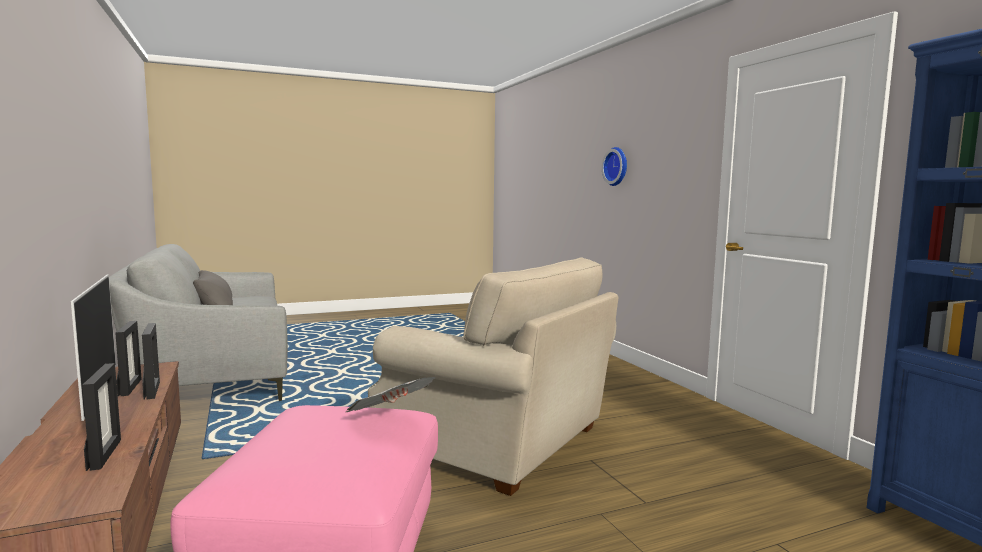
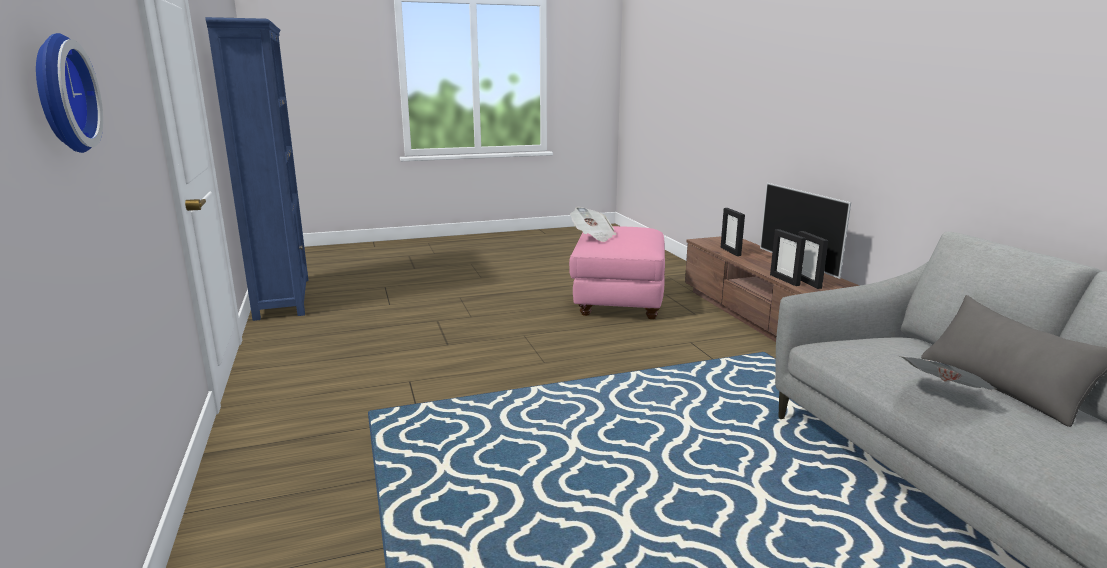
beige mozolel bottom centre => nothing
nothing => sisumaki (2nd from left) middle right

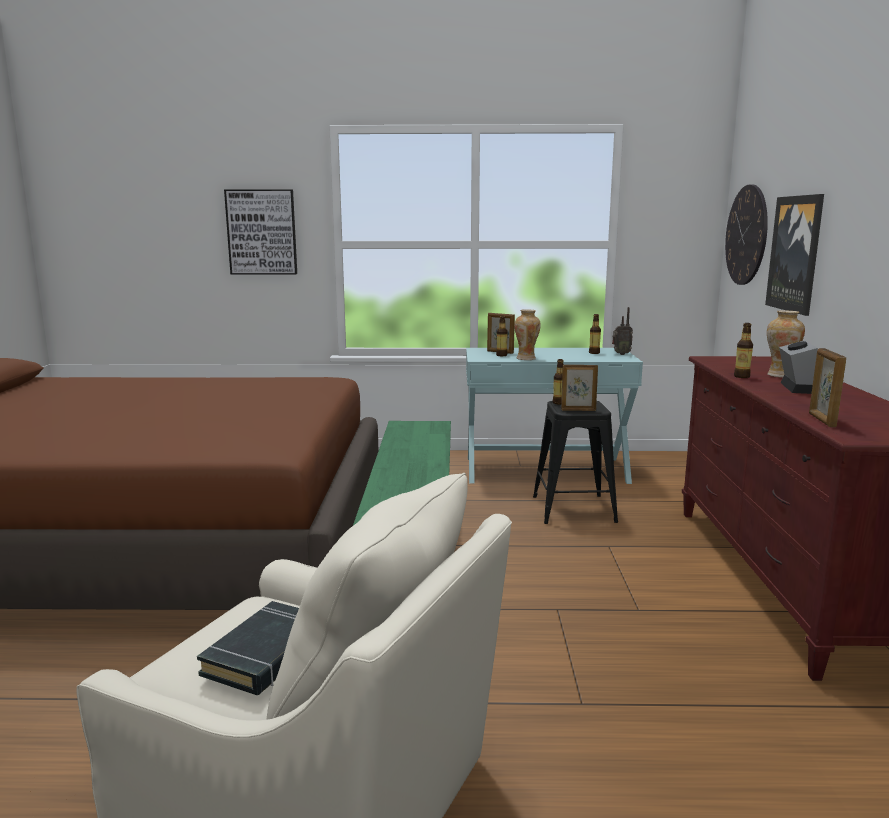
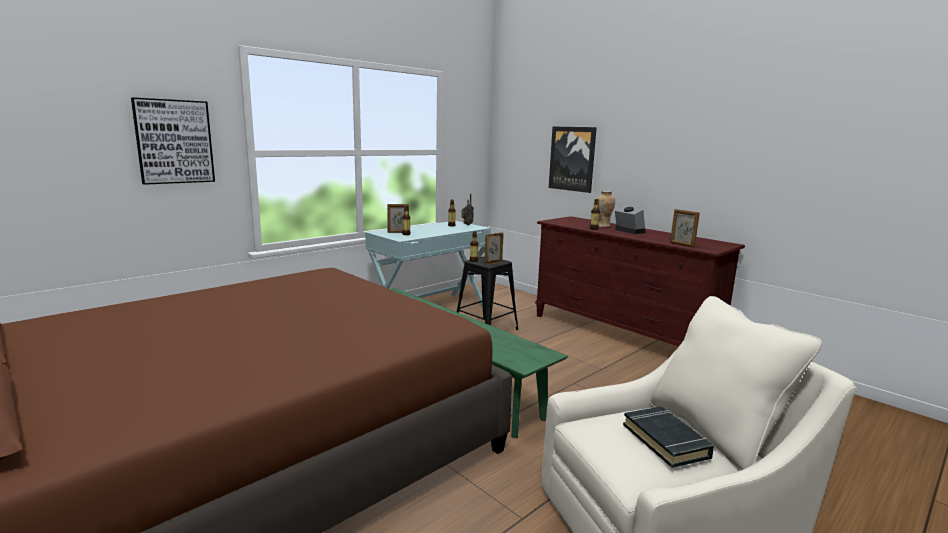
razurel top right => nothing
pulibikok (1st from left) centre => nothing

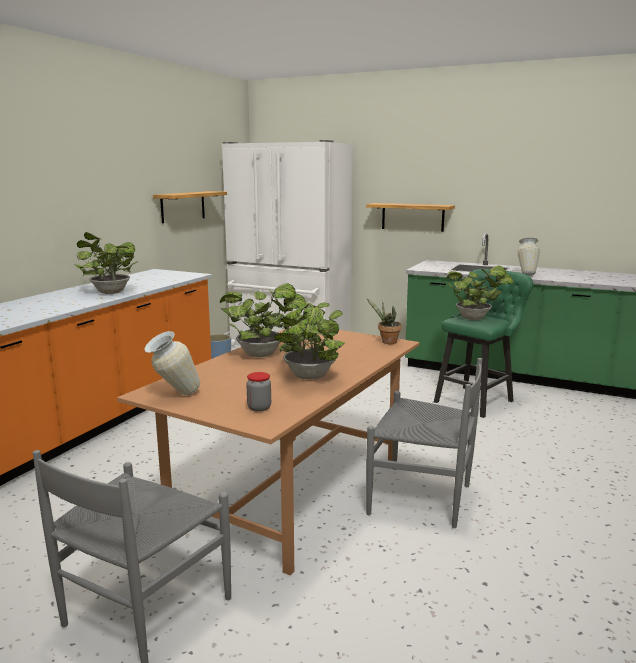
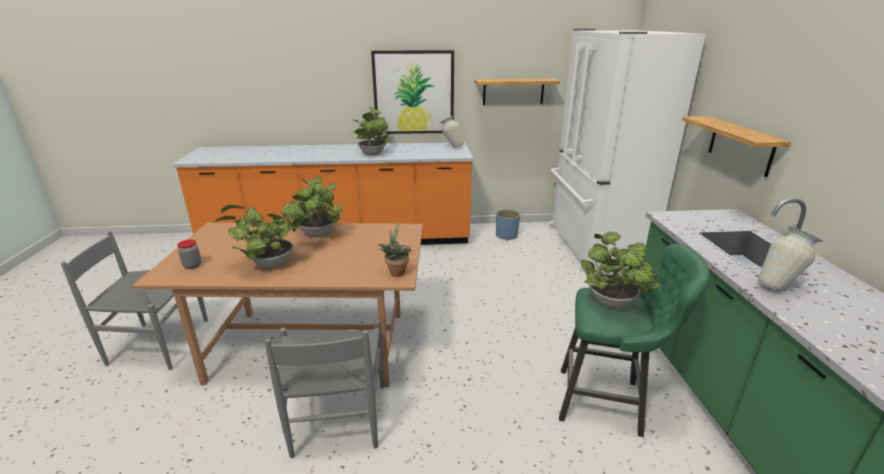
pulibikok (1st from left) middle left => pulibikok (1st from left) top centre, moved
nothing => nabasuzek top centre

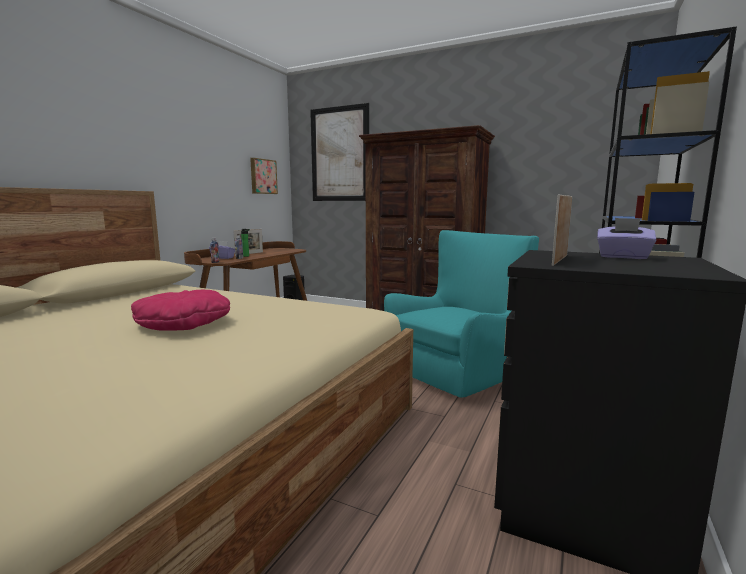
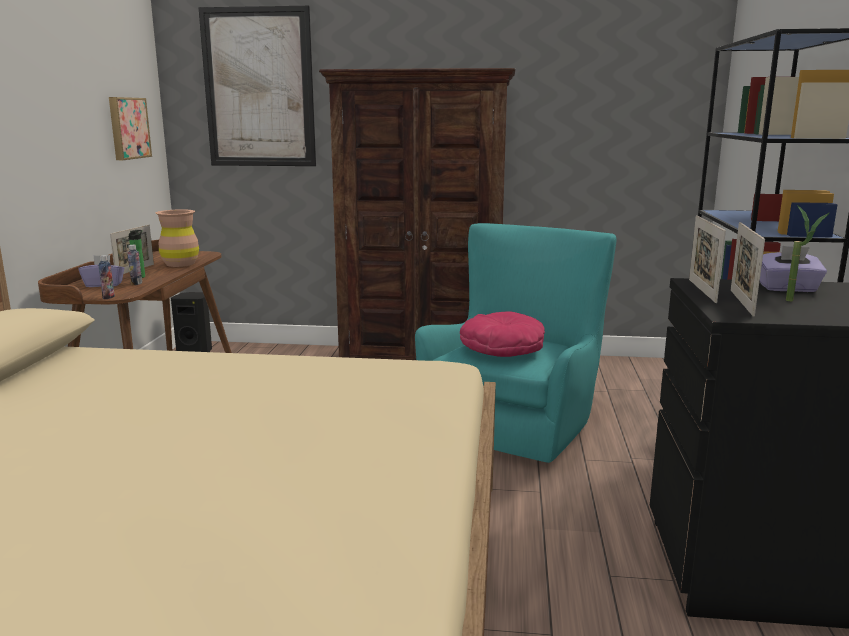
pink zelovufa middle left => pink zelovufa centre, moved
nothing => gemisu middle right
nothing => brown pulibikok middle left
nothing => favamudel (2nd from left) middle right

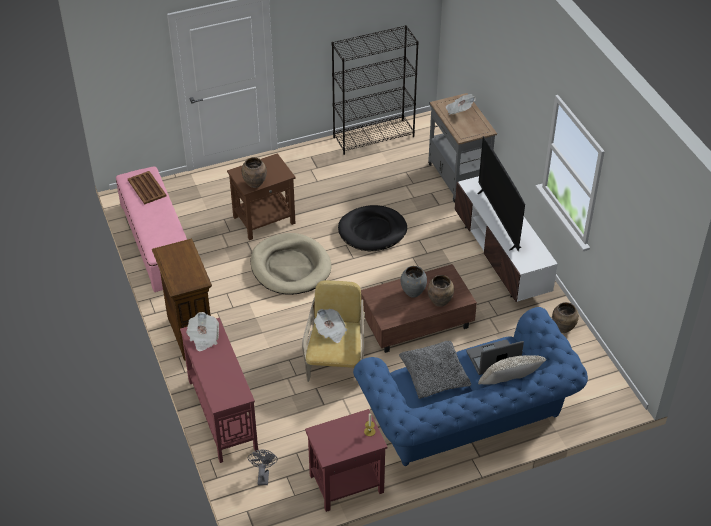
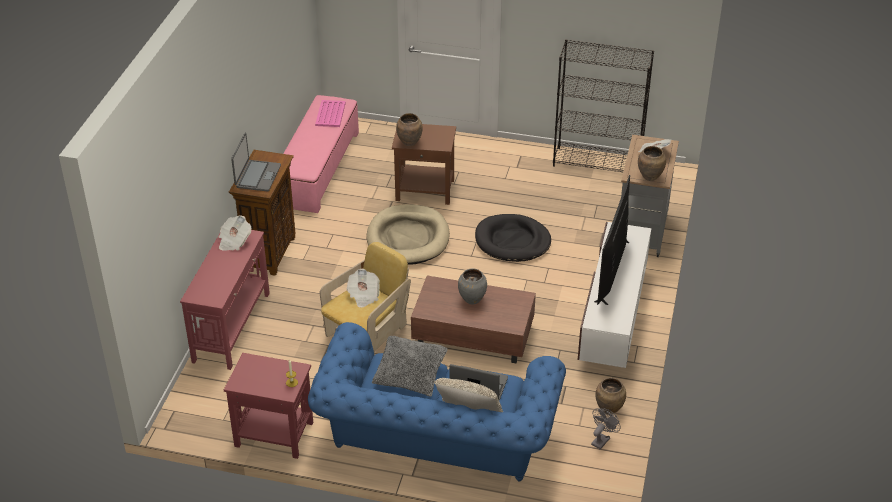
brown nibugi middle left => pink nibugi top centre
brown pulibikok (2nd from left in the first image) centre => brown pulibikok (3rd from left) top right, moved
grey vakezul bottom centre => grey vakezul bottom right, moved
nothing => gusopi (1st from left) top left

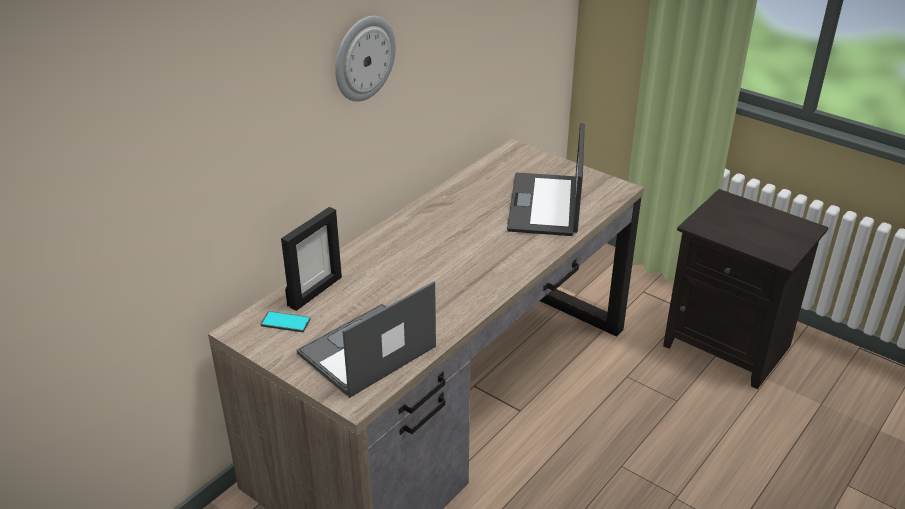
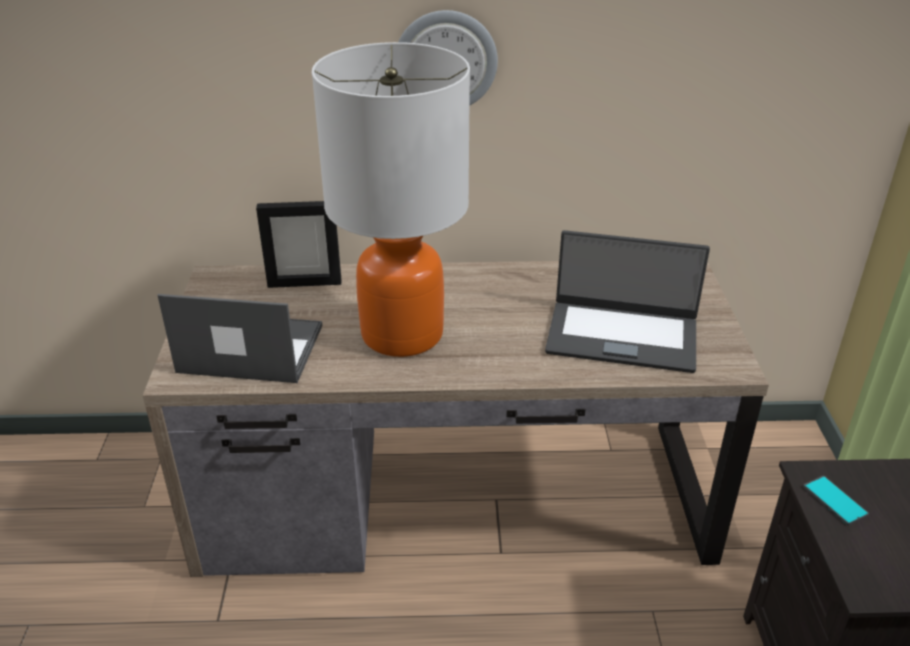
gusopi (2nd from left) centre => gusopi (2nd from left) middle right, 135 degrees counterclockwise
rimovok middle left => rimovok bottom right, moved
nothing => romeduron top centre

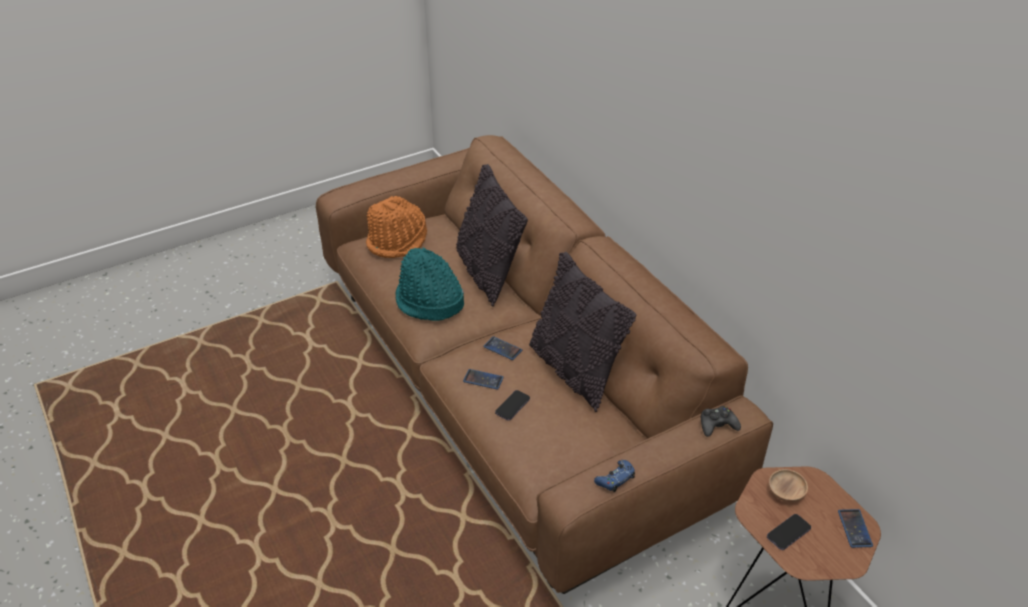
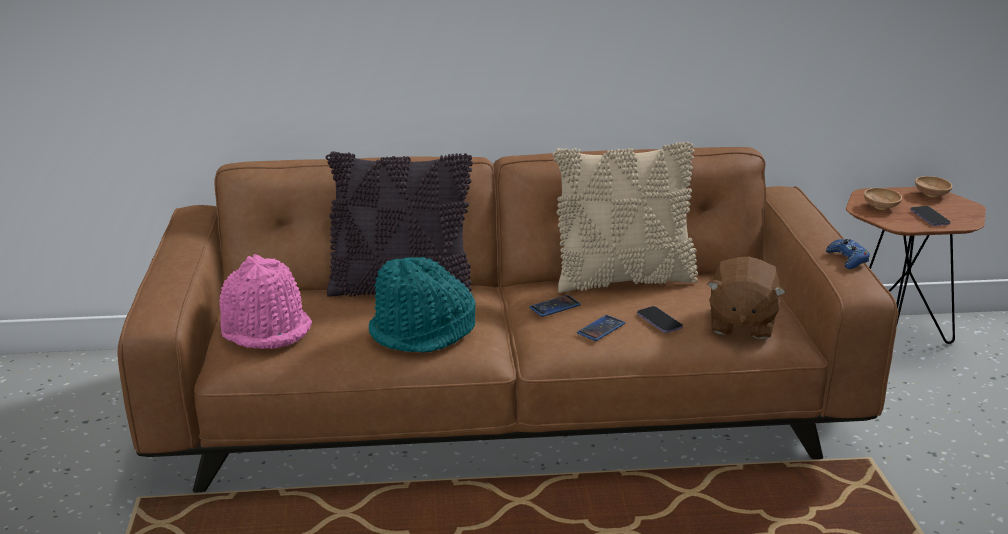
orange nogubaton centre => pink nogubaton middle left
black zelovufa (2nd from left) centre => beige zelovufa centre
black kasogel bottom right => nothing
rimovok (5th from left) bottom right => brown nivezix (2nd from left) middle right
nothing => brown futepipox middle right

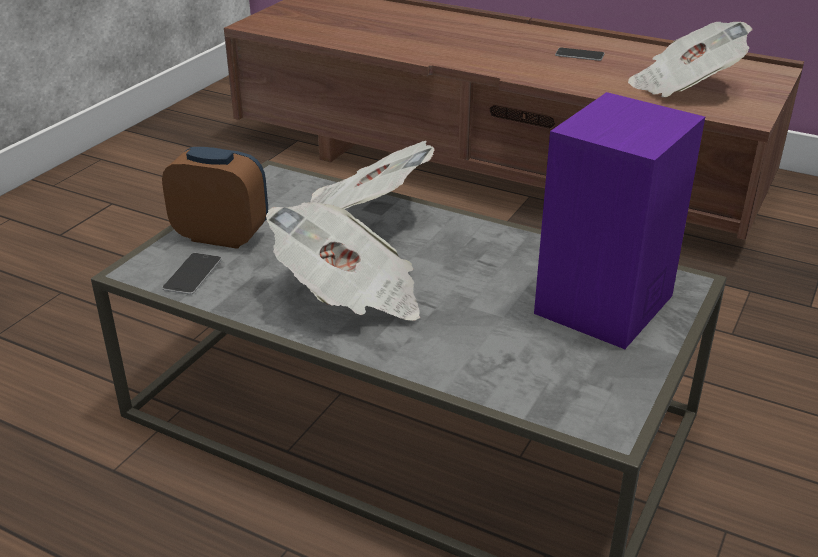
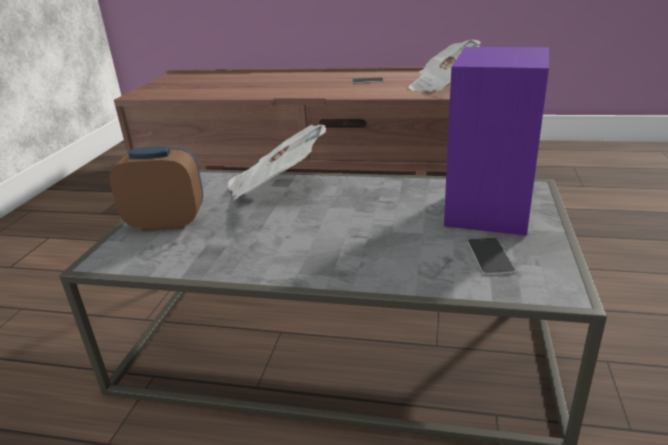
sisumaki (1st from left) centre => nothing
rimovok (1st from left in the first image) middle left => rimovok (2nd from left) middle right, moved

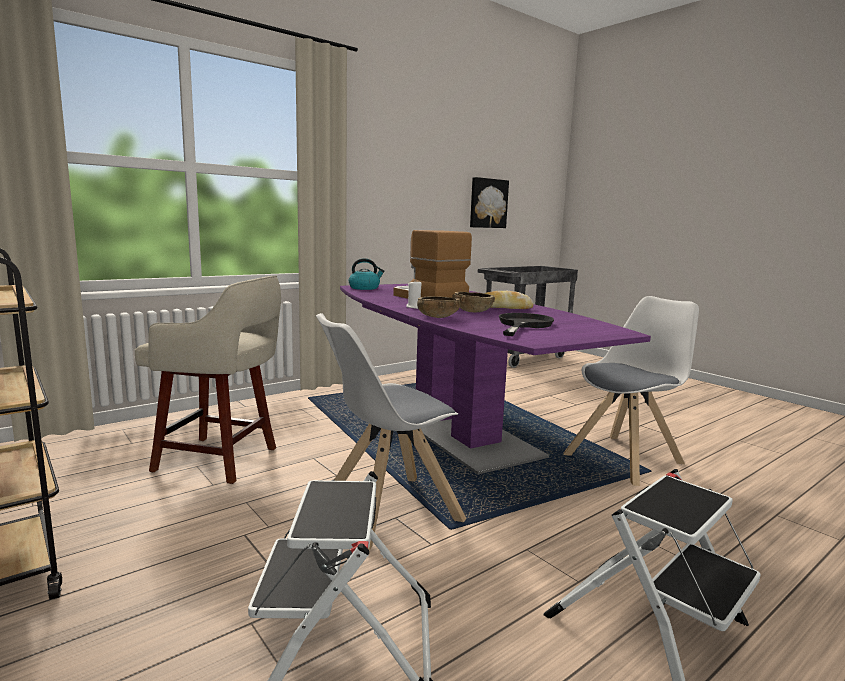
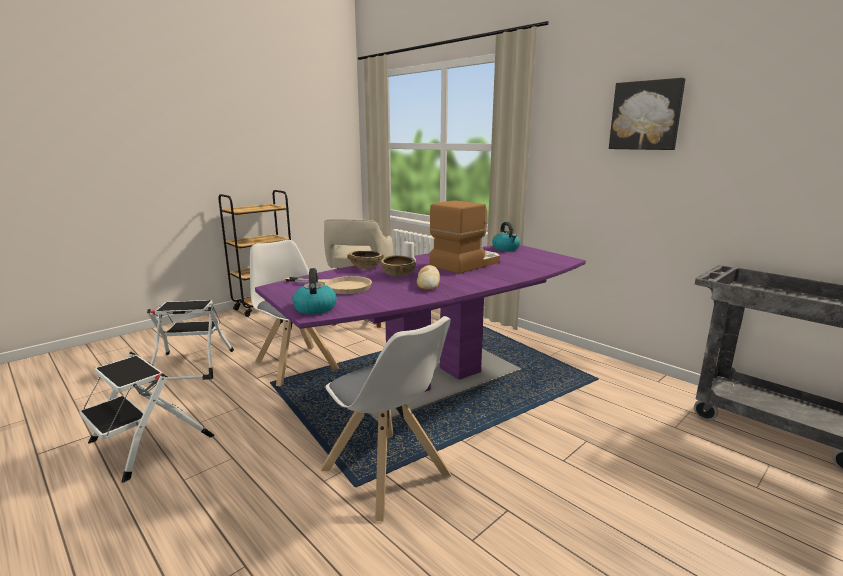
nabasuzek top centre => nabasuzek top right, moved
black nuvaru centre => beige nuvaru centre
nothing => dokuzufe (1st from left) centre

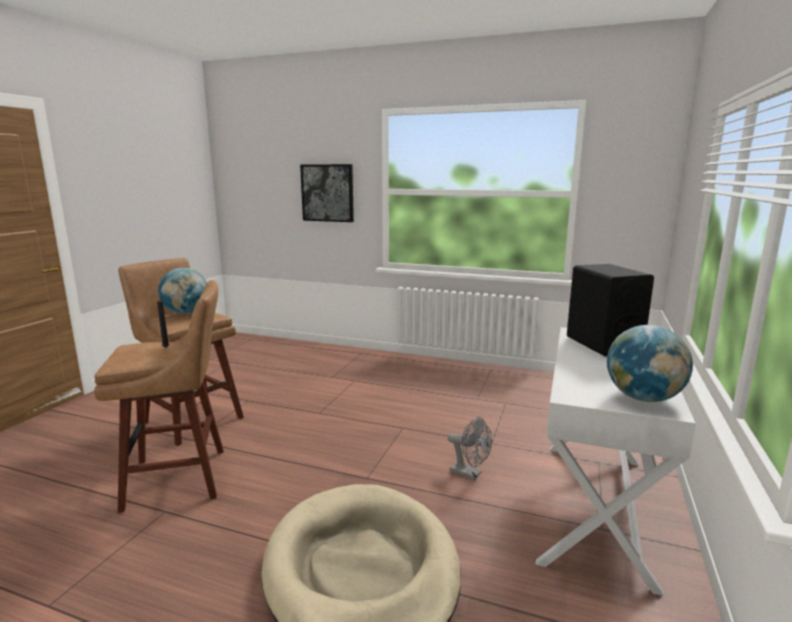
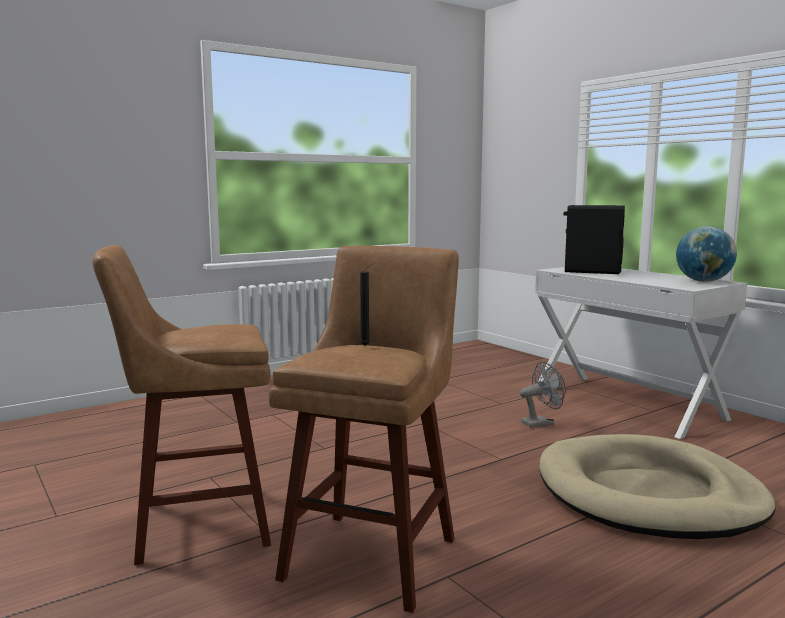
nabasuzek top centre => nothing
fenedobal (1st from left) middle left => nothing

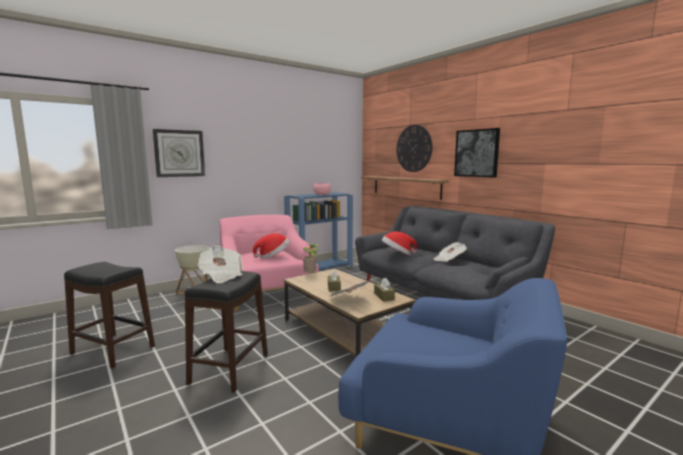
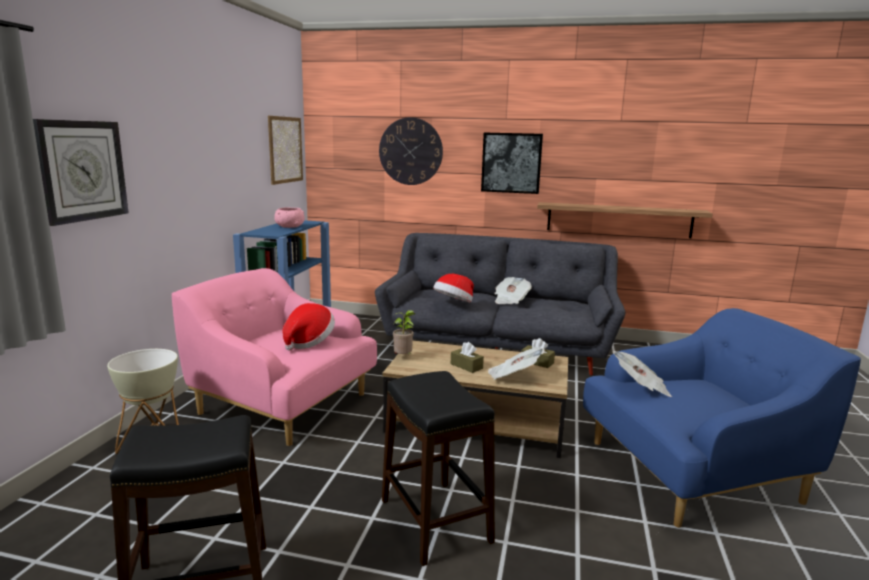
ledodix centre => ledodix middle right, moved
sisumaki (1st from left in the first image) middle left => sisumaki (3rd from left) middle right, moved
nothing => nabasuzek (1st from left) top left

